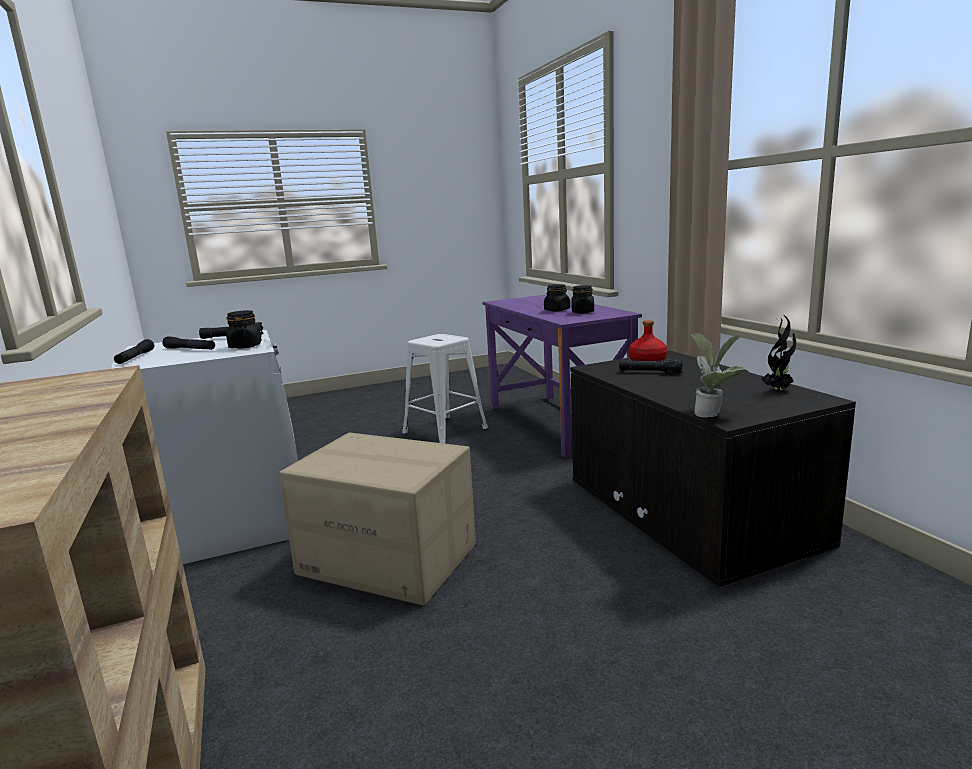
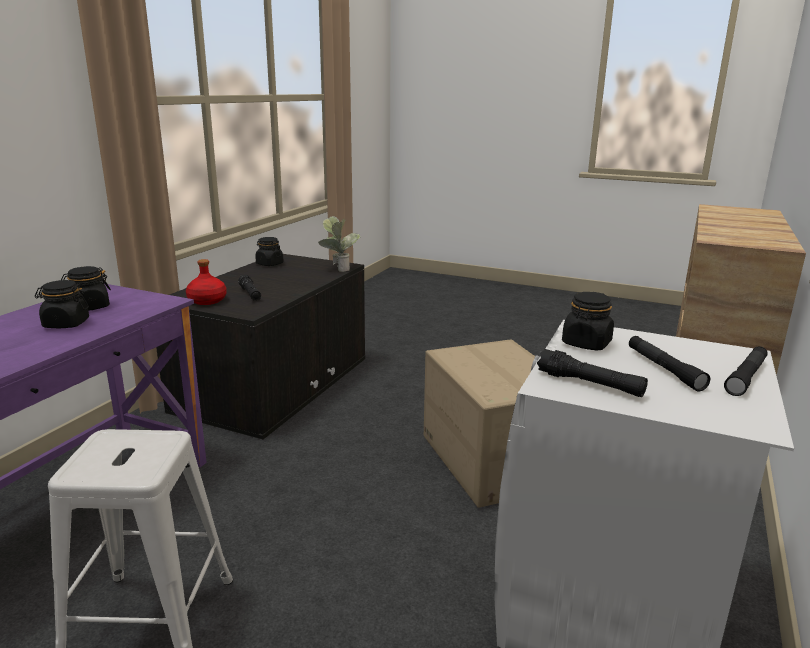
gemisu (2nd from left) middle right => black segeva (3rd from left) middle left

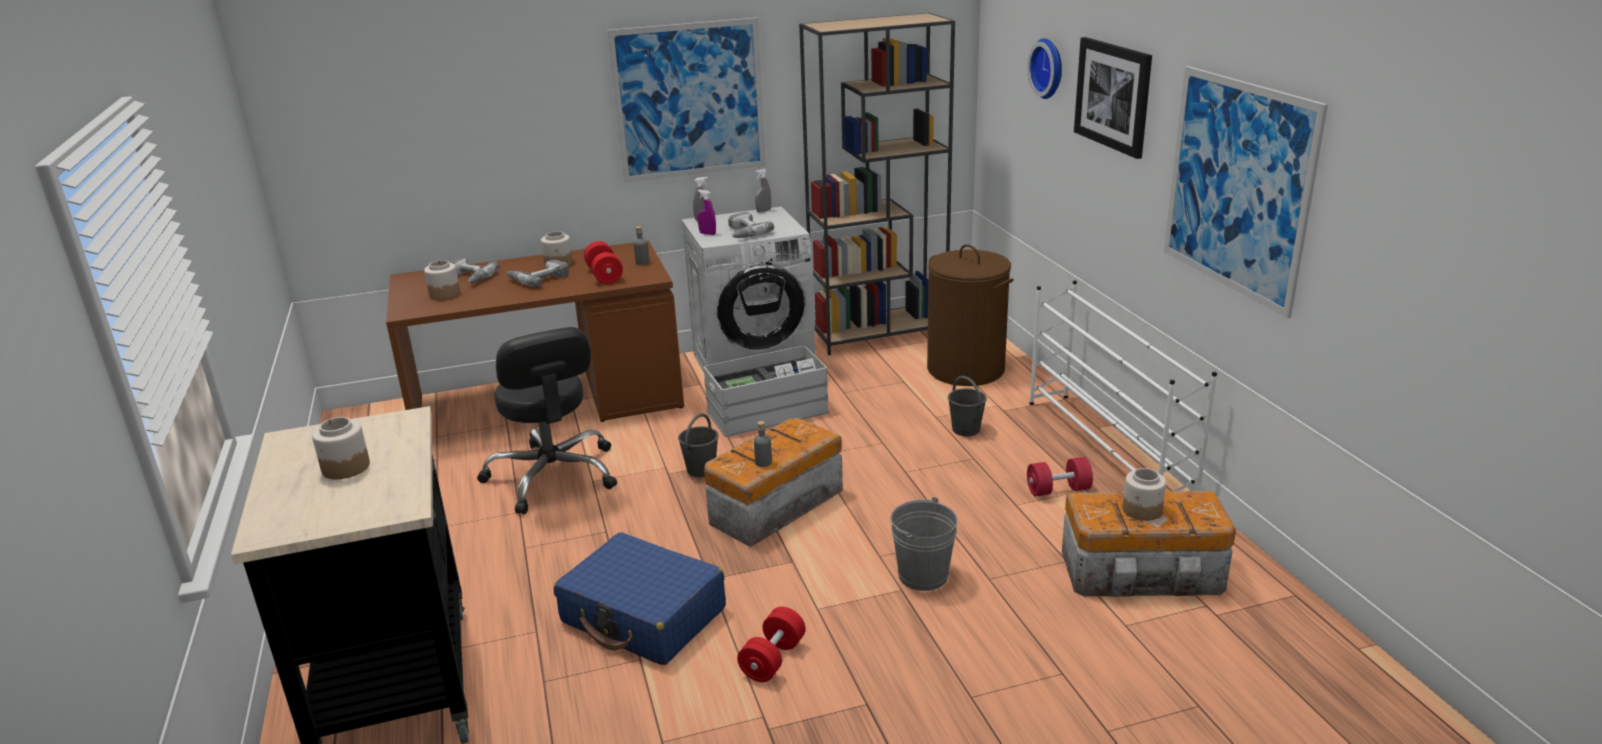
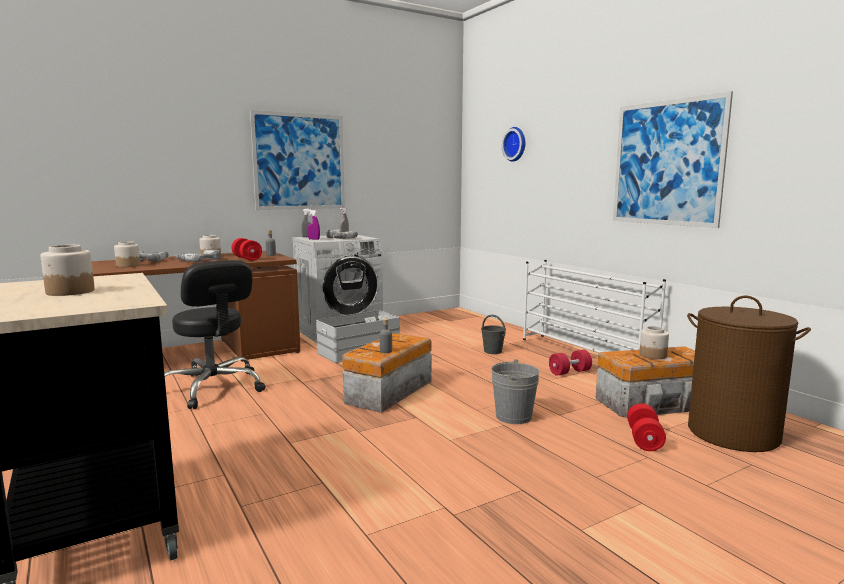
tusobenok top centre => nothing
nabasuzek (2nd from left) top right => nothing
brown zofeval centre => brown zofeval middle right, moved
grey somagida (1st from left) centre => nothing
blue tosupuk bottom centre => nothing
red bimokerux (2nd from left in the first image) bottom centre => red bimokerux (3rd from left) bottom right, moved

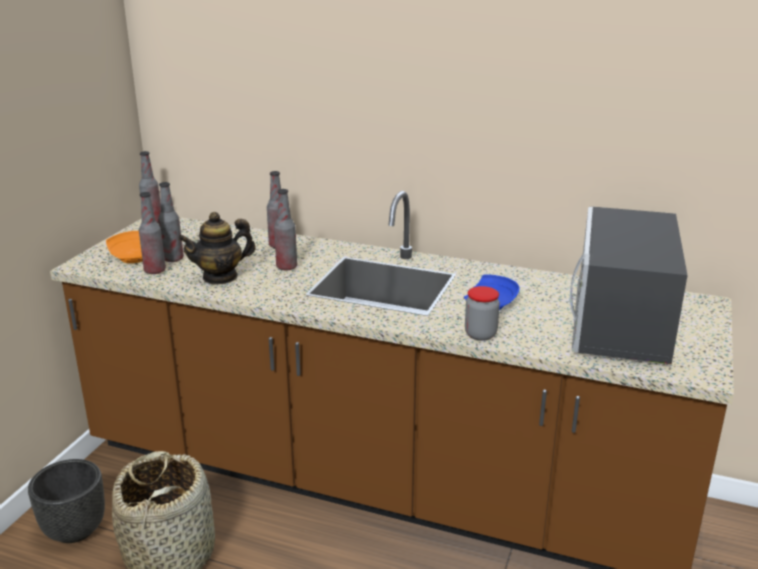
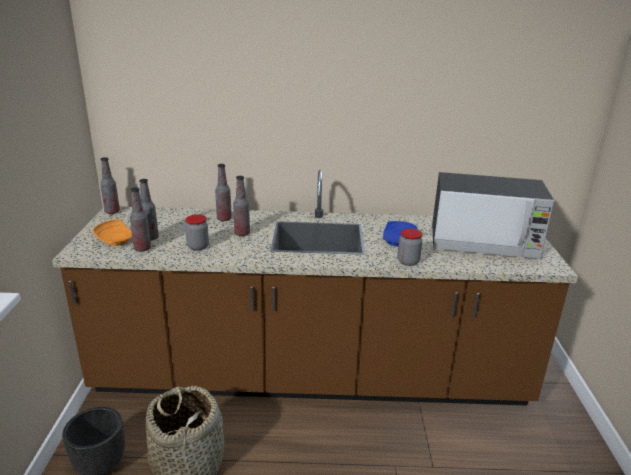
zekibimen middle right, 75 degrees counterclockwise
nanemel middle left => segeva (1st from left) middle left

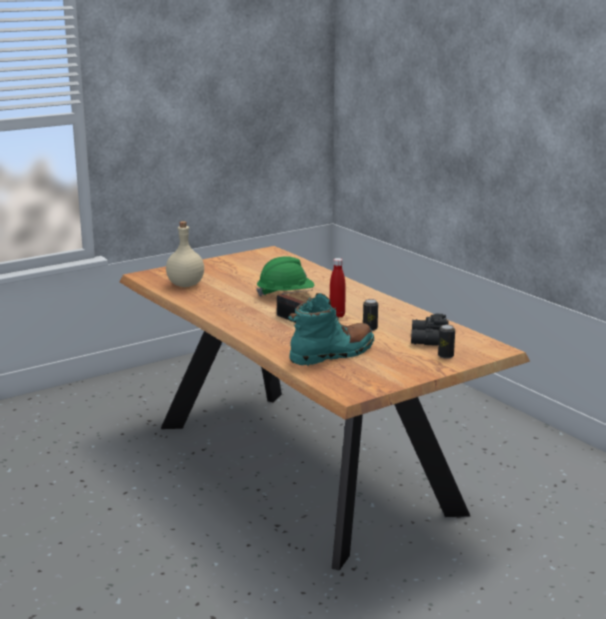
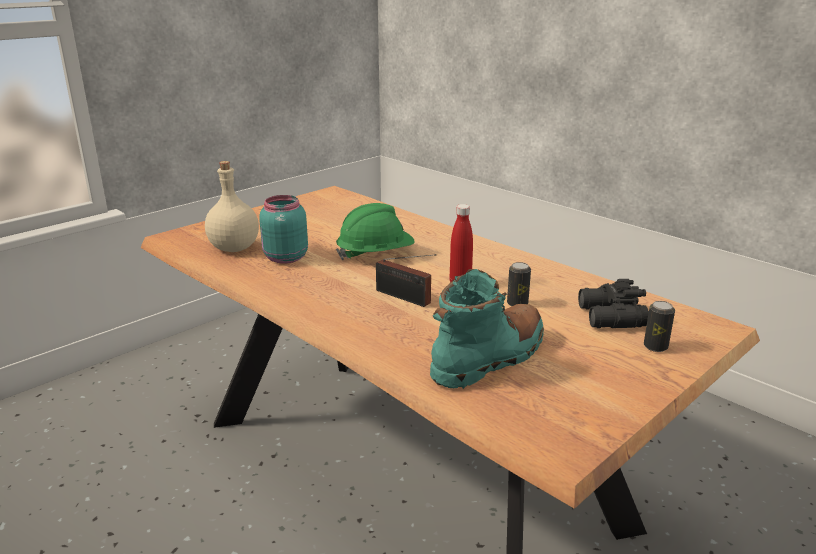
nothing => turquoise segeva centre

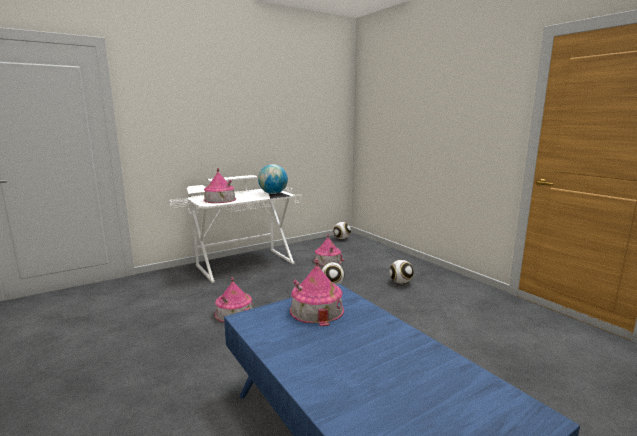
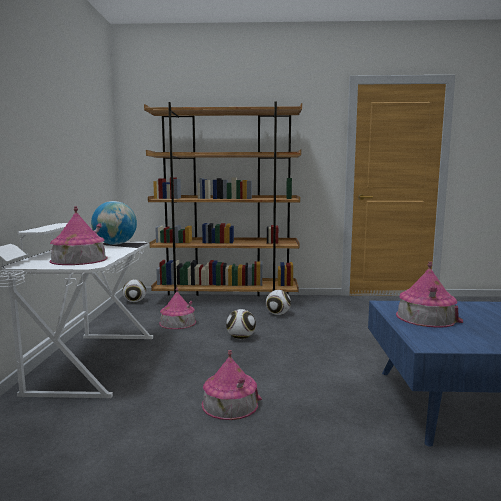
nothing => brown tusobenok centre

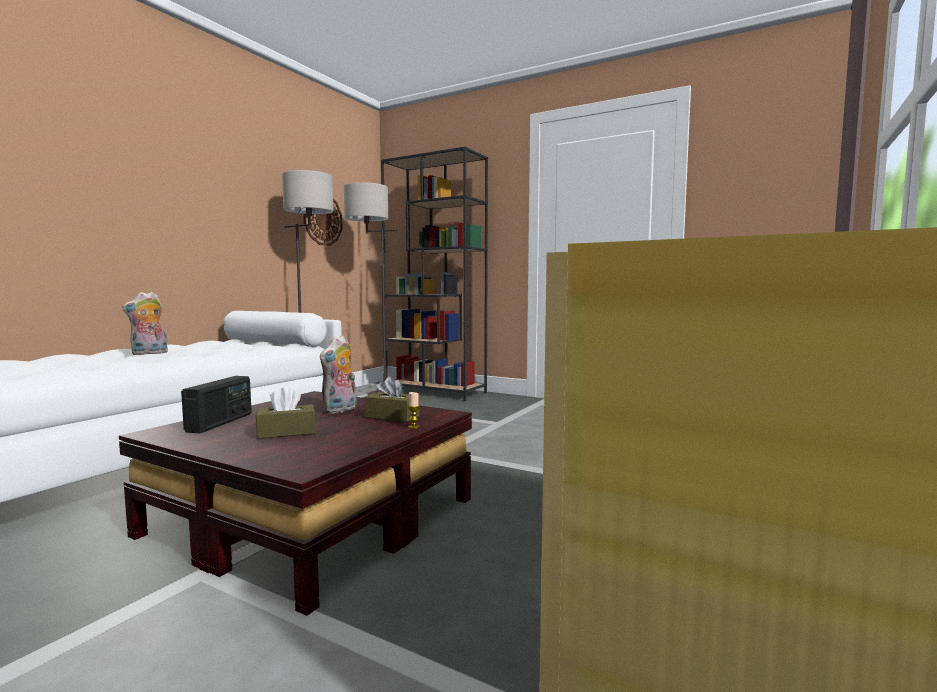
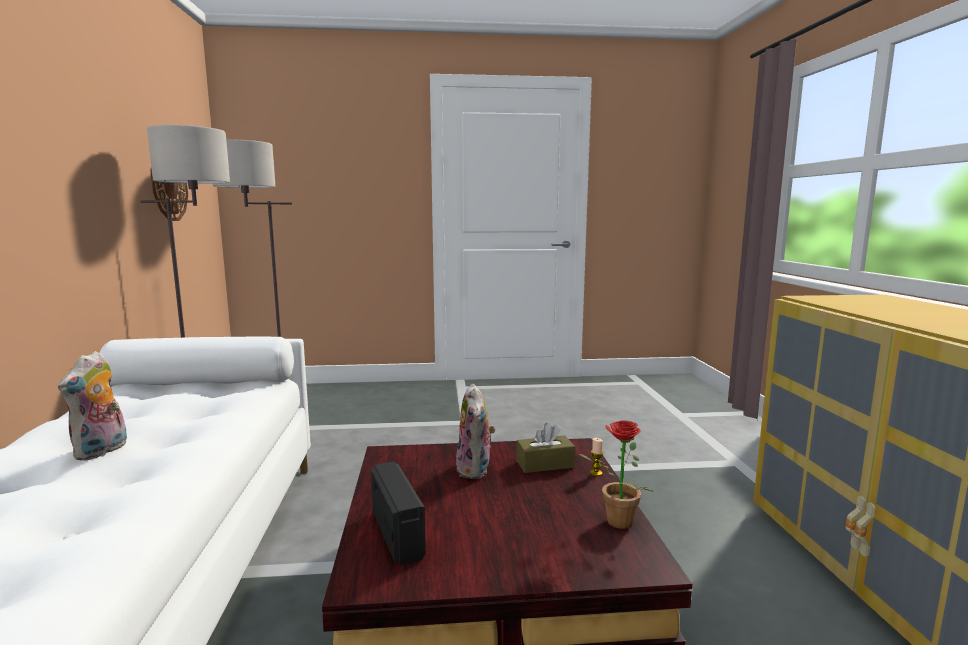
tusobenok centre => nothing
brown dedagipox (1st from left) middle left => nothing
nothing => gemisu bottom centre

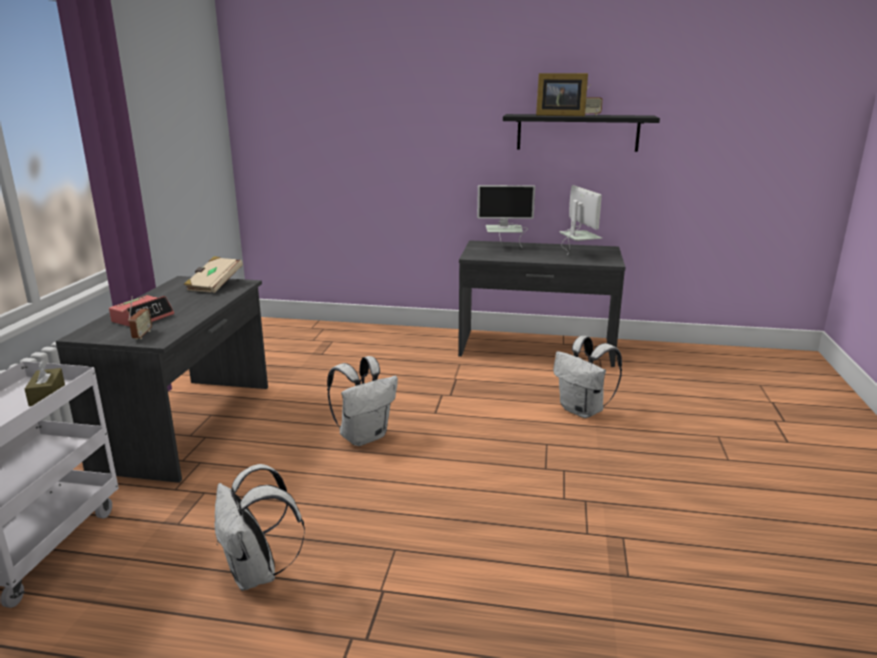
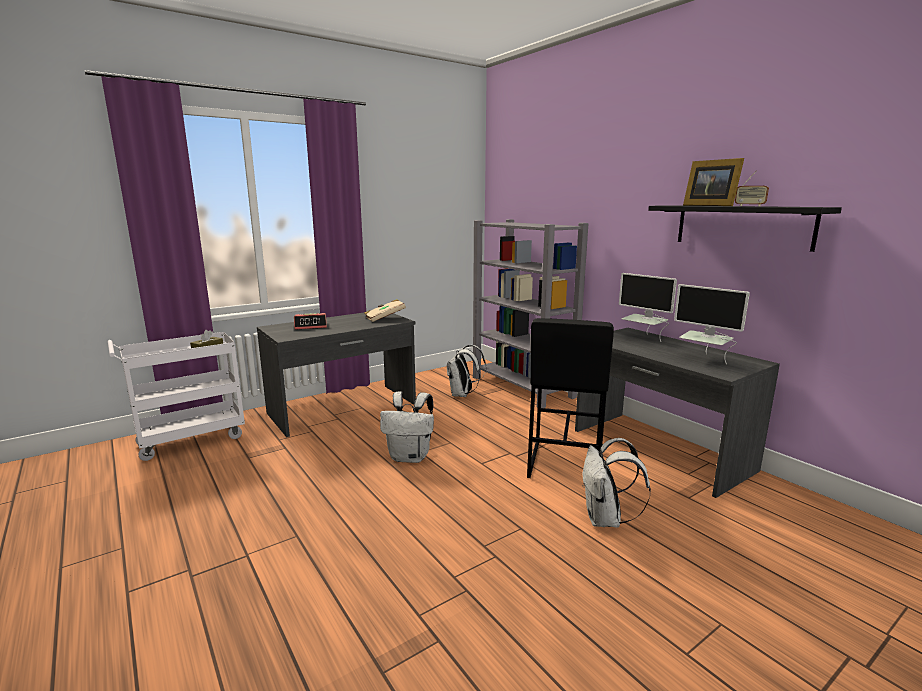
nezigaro (2nd from left) centre => nezigaro (2nd from left) middle right, 105 degrees clockwise
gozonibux (1st from left) middle left => nothing
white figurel (1st from left in the first image) bottom left => white figurel (2nd from left) centre, moved
nothing => grey tusobenok centre
nothing => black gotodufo centre

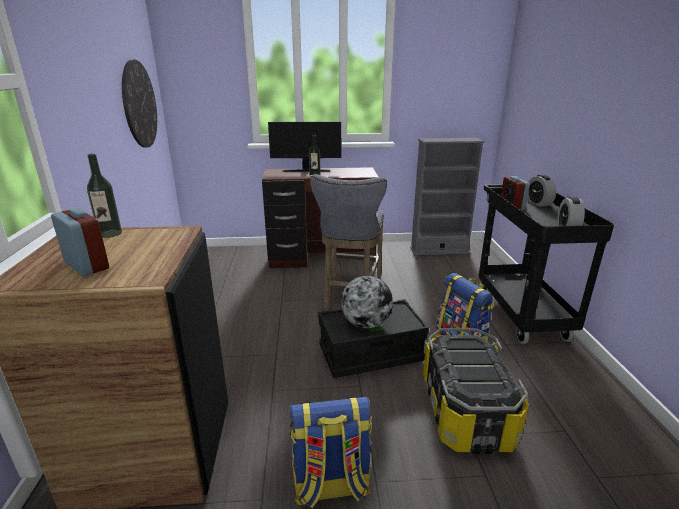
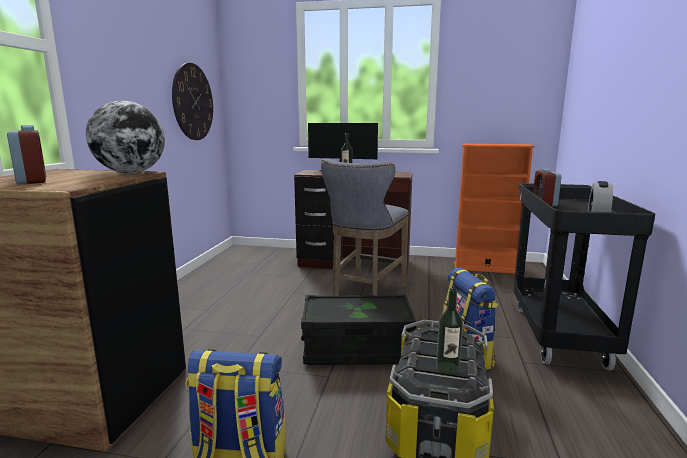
grey tusobenok centre => orange tusobenok middle right
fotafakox (1st from left in the first image) middle left => fotafakox (2nd from left) bottom centre, moved
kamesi (3rd from left) middle right => nothing
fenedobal centre => fenedobal top left, moved

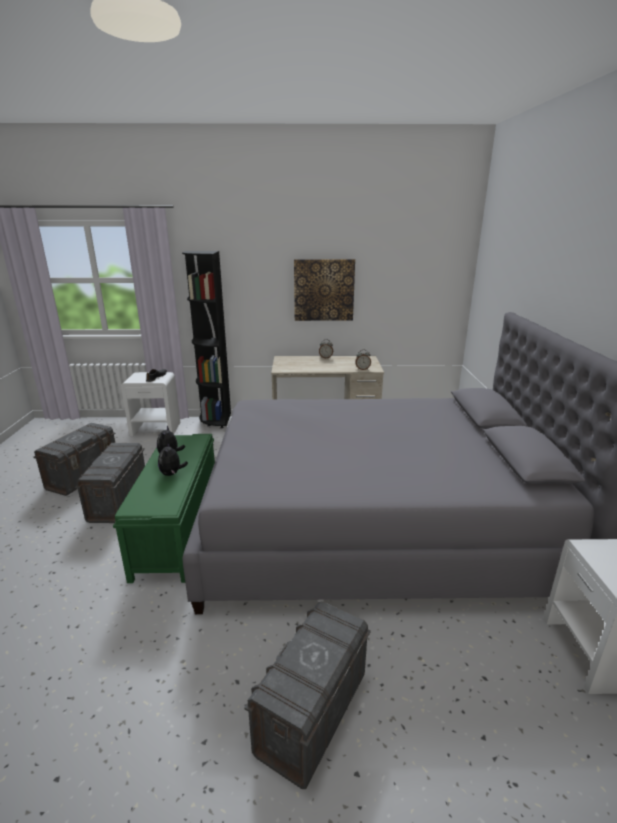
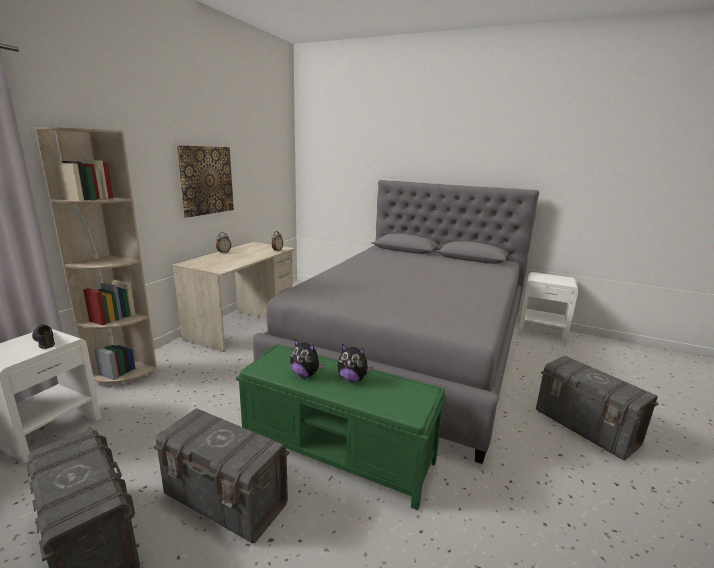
black tusobenok centre => beige tusobenok middle left

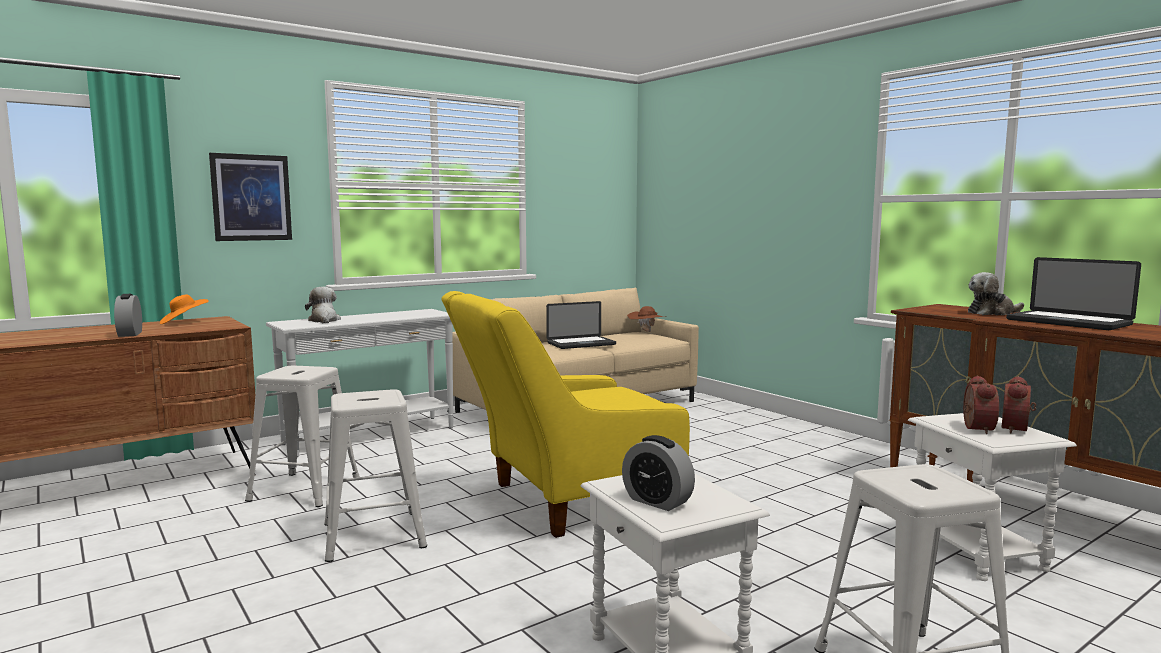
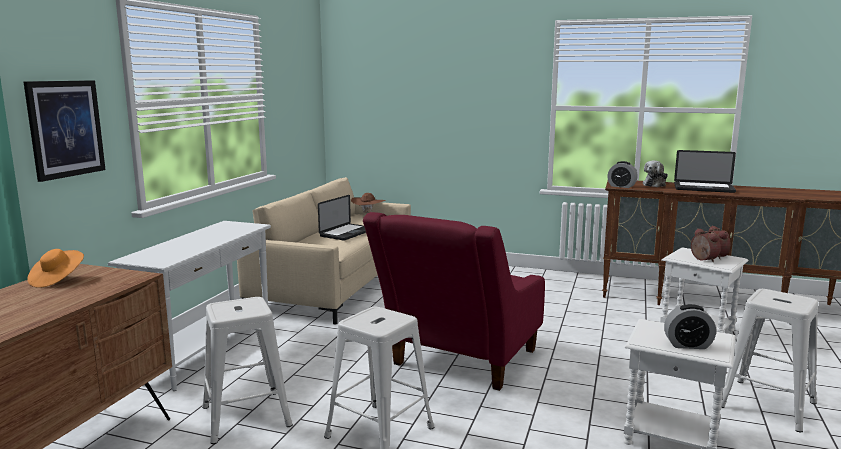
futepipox (1st from left) middle left => nothing
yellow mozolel centre => red mozolel bottom centre
kamesi (1st from left) middle left => kamesi (1st from left) middle right, moved

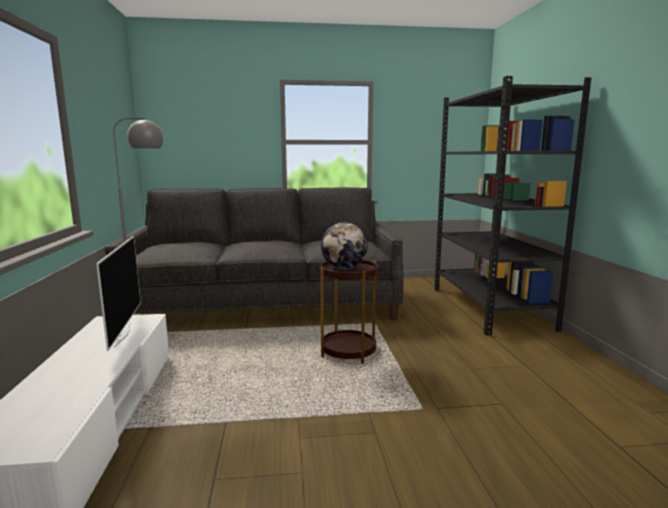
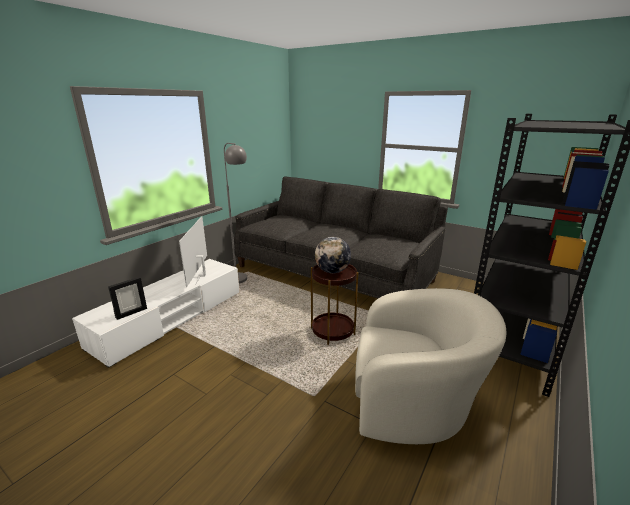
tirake middle left, 150 degrees clockwise
nothing => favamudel middle left
nothing => beige mozolel bottom right

